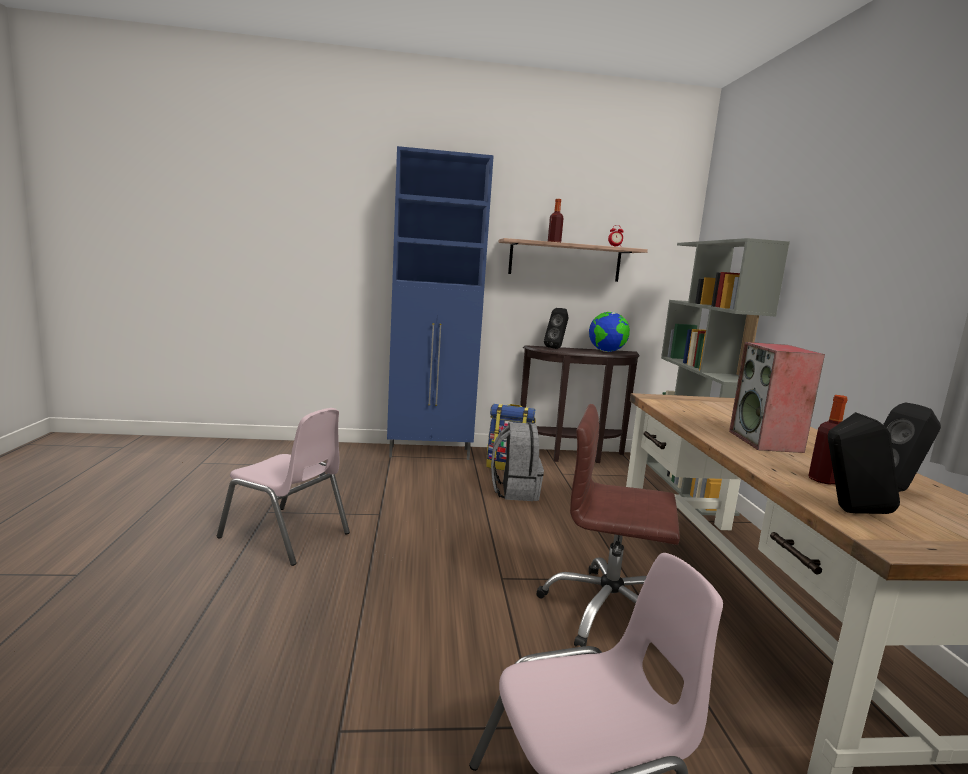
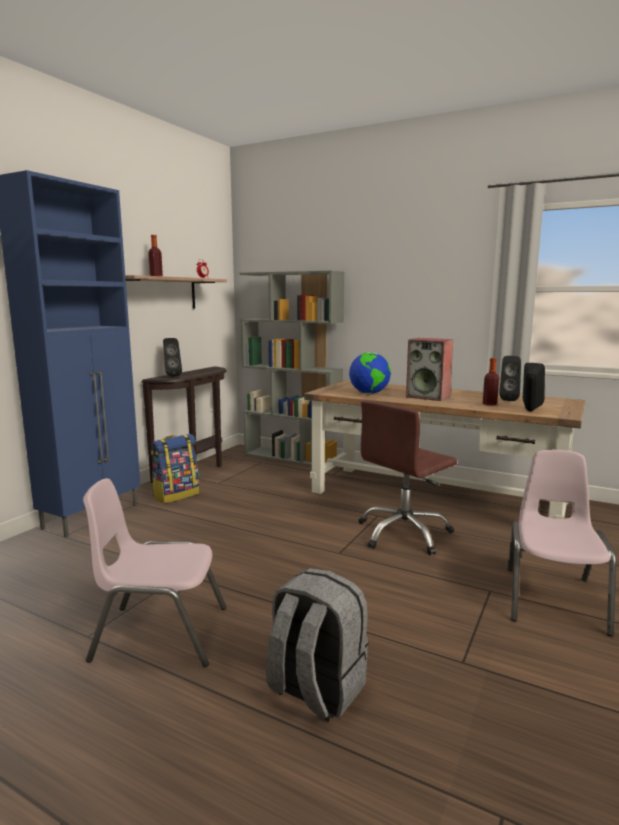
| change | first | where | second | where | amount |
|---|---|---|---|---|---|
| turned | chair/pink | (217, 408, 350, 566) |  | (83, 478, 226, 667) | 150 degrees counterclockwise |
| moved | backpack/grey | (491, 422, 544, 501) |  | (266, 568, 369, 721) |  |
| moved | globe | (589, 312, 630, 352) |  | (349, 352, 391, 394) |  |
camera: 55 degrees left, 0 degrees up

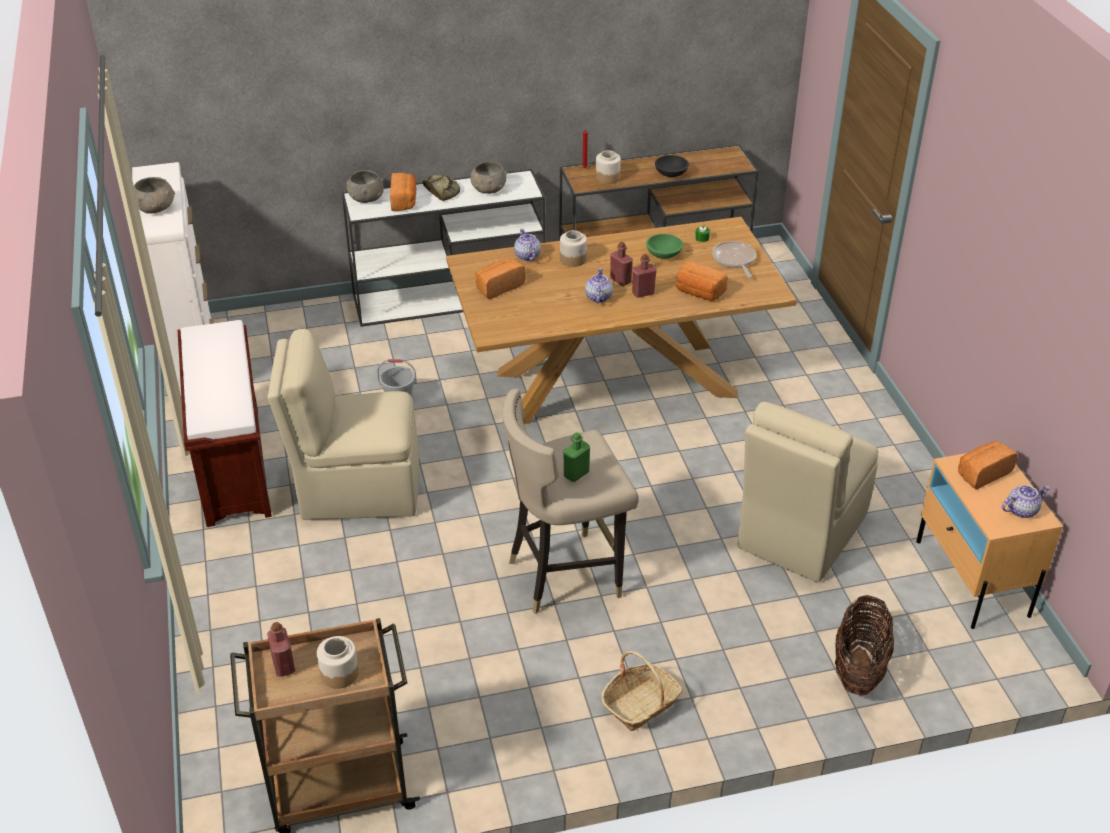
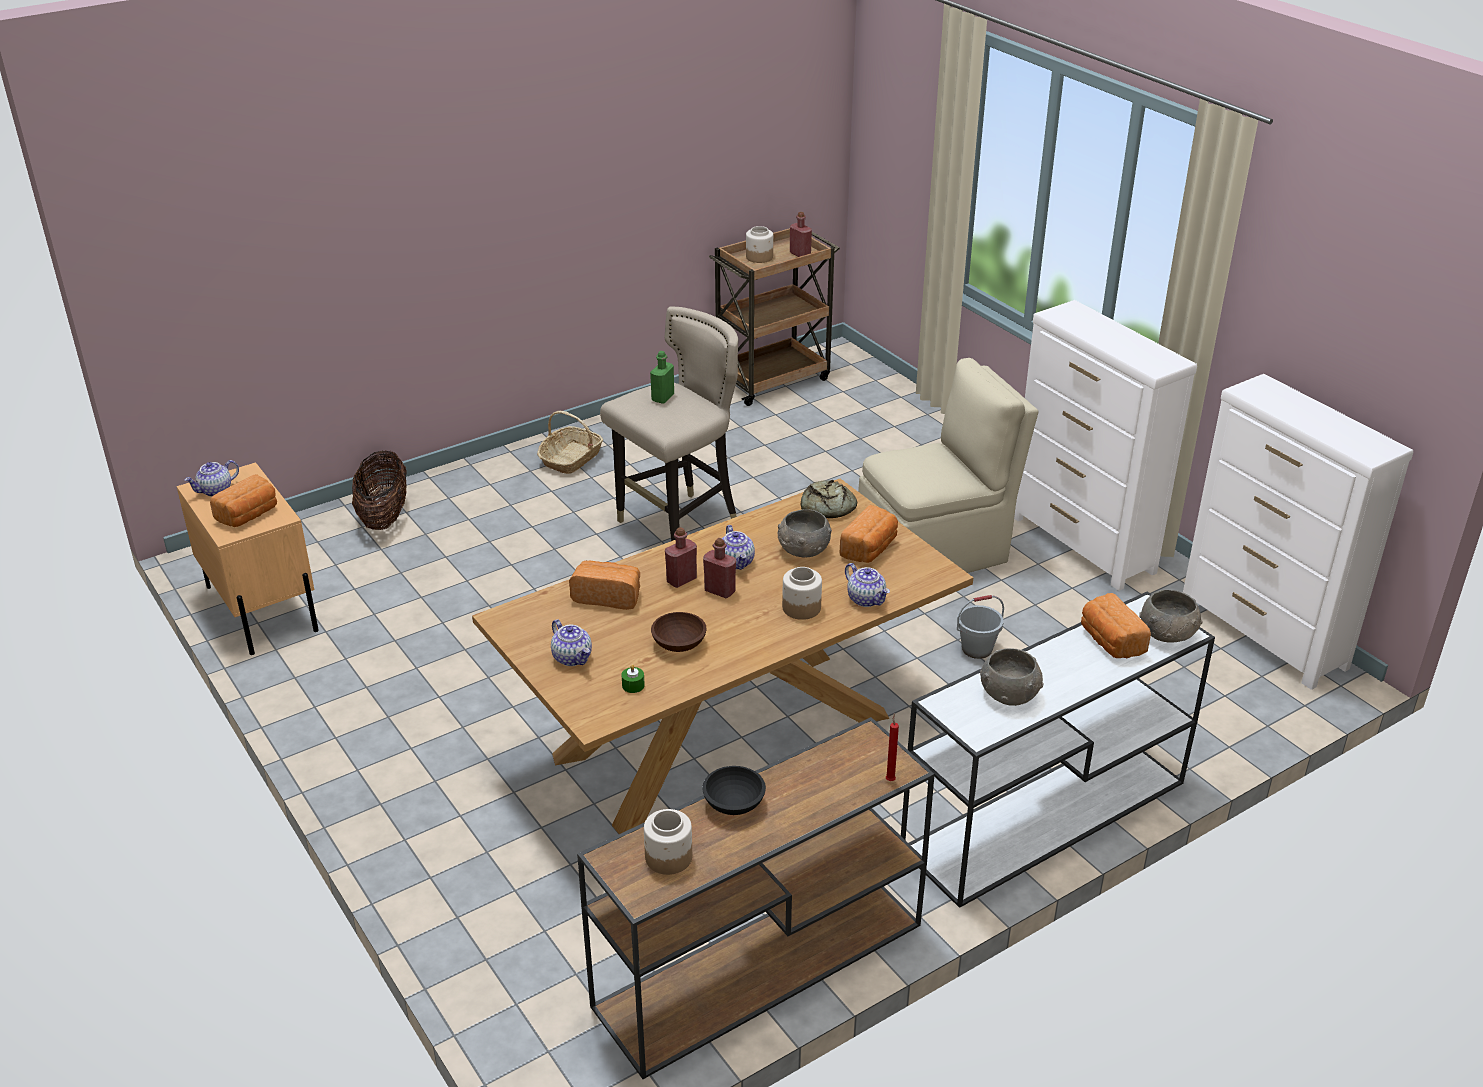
| change | first | where | second | where | amount |
|---|---|---|---|---|---|
| moved | bowl/grey | (134, 177, 175, 213) |  | (778, 510, 832, 557) |  |
| replaced | bench/brown | (178, 320, 272, 527) | dresser/white | (1014, 300, 1197, 591) |  |
| moved | bread | (423, 175, 460, 201) |  | (800, 480, 857, 518) |  |
| moved | jar | (596, 150, 621, 184) |  | (644, 809, 692, 875) |  |
| recoloured | bowl/green | (646, 234, 683, 259) | bowl/brown | (651, 612, 707, 652) |  |
| replaced | frying pan | (712, 241, 756, 278) | teapot | (551, 619, 592, 666) |  |
| removed | chair/beige | (737, 402, 878, 582) |  |  |  |
camera: 160 degrees right, 5 degrees down

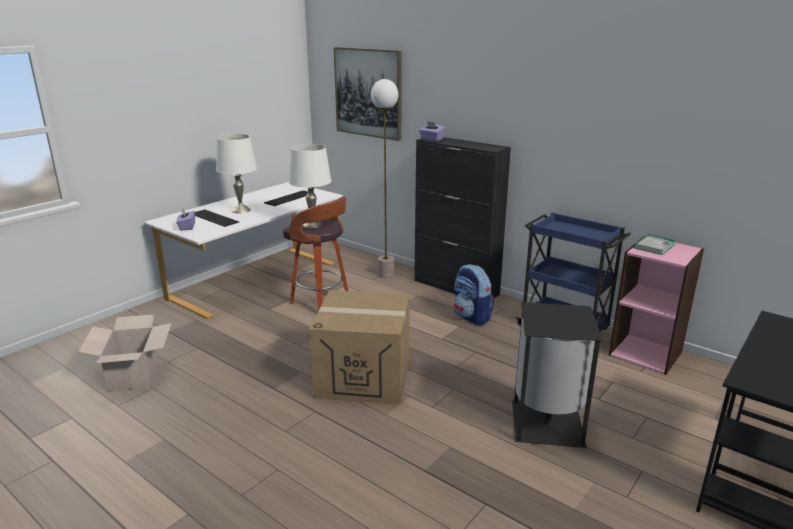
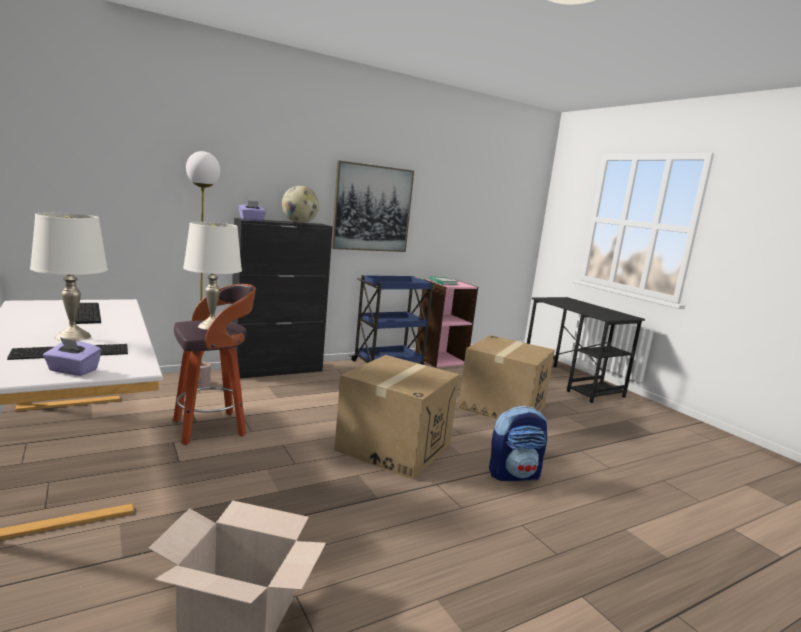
| change | first | where | second | where | amount |
|---|---|---|---|---|---|
| moved | picture | (334, 47, 402, 141) |  | (331, 161, 414, 252) |  |
| moved | backpack | (454, 264, 495, 325) |  | (489, 406, 548, 481) |  |
| replaced | trash can/black | (512, 302, 603, 448) | cardboard box | (458, 335, 555, 420) |  |
| added |  |  | globe | (282, 186, 319, 223) |  |
camera: 70 degrees left, 10 degrees down

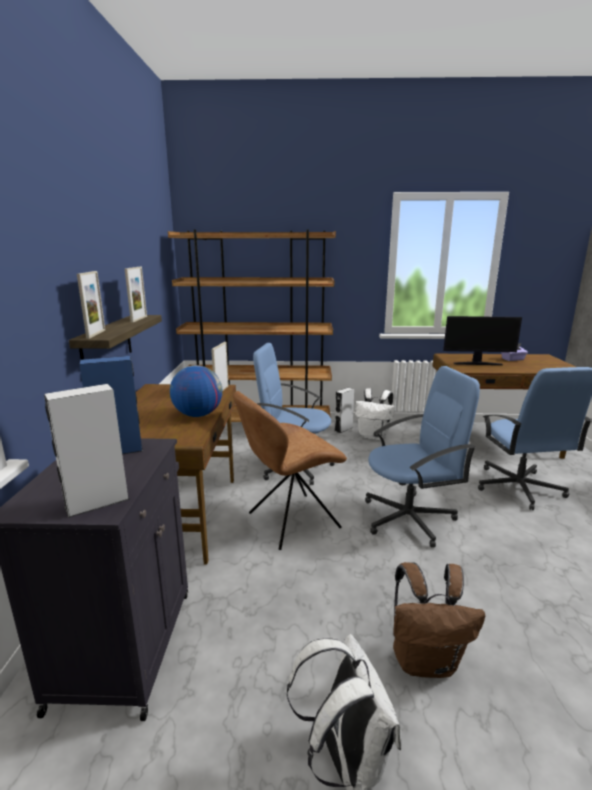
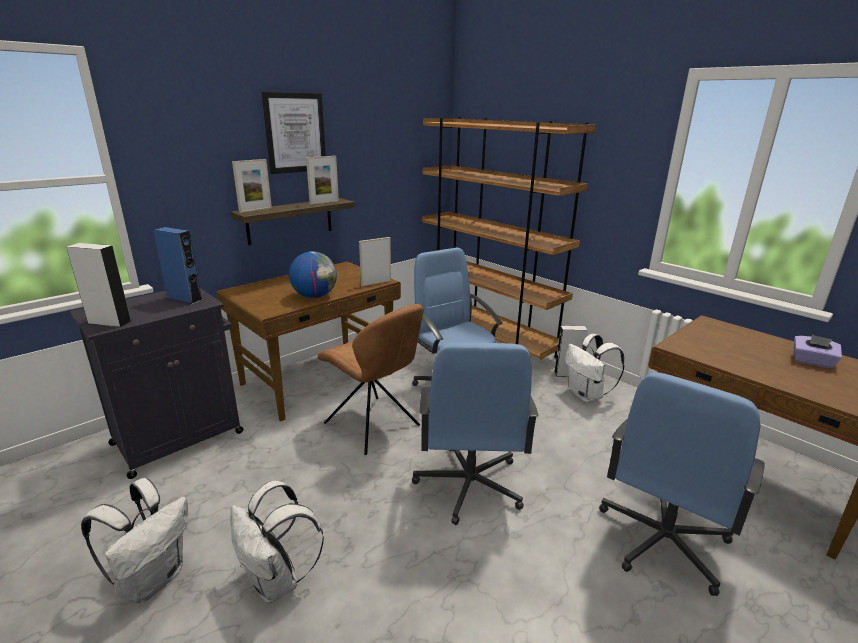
| change | first | where | second | where | amount |
|---|---|---|---|---|---|
| turned | chair/brown | (233, 391, 347, 550) |  | (318, 304, 424, 455) | 150 degrees counterclockwise |
| turned | office chair/blue | (365, 366, 480, 547) |  | (412, 342, 538, 525) | 60 degrees clockwise |
| recoloured | backpack/brown | (393, 562, 485, 678) | backpack/white | (230, 481, 324, 603) |  |
| removed | monitor | (443, 316, 522, 365) |  |  |  |
| added |  |  | picture | (262, 92, 326, 174) |  |
camera: 45 degrees right, 5 degrees up

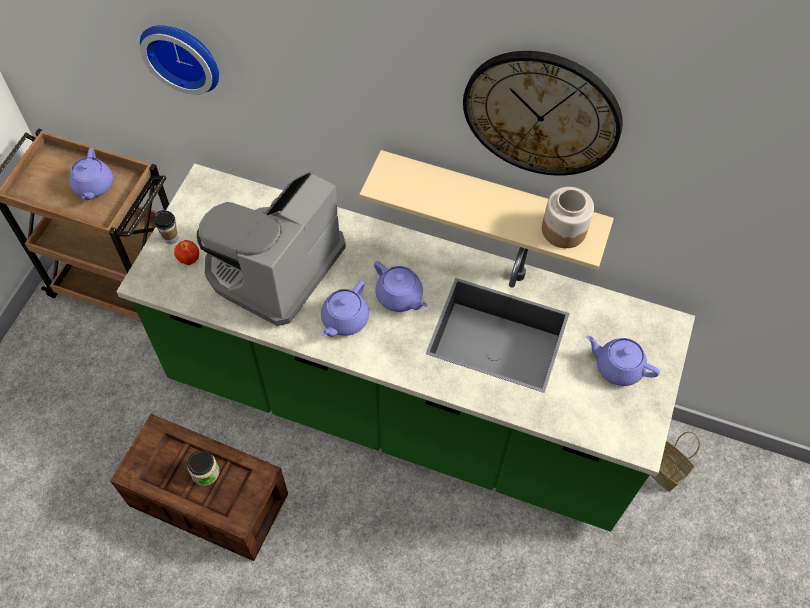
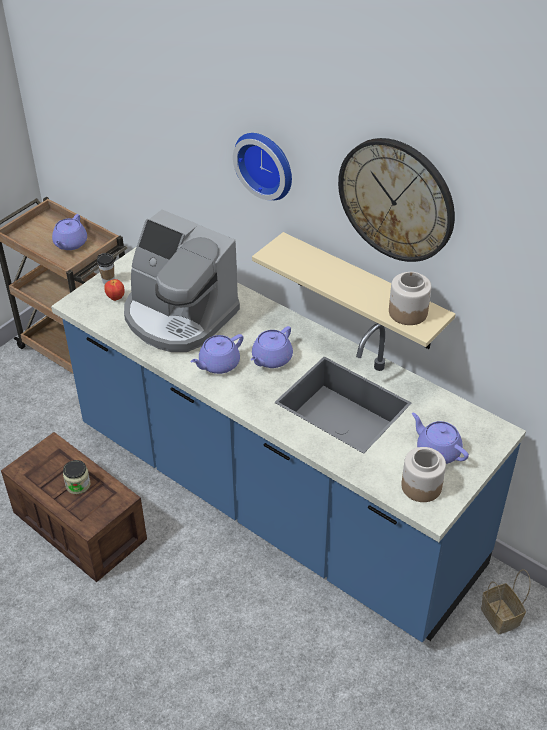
| change | first | where | second | where | amount |
|---|---|---|---|---|---|
| recoloured | counter/green | (116, 163, 695, 532) | counter/blue | (51, 247, 526, 643) |  |
| moved | wall clock | (140, 25, 219, 95) |  | (233, 133, 292, 200) |  |
| turned | coffee machine | (197, 172, 346, 326) |  | (124, 210, 240, 352) | 105 degrees counterclockwise |
| turned | teapot/purple | (374, 261, 428, 312) |  | (251, 326, 293, 368) | 60 degrees clockwise |
| added |  |  | jar | (401, 447, 446, 502) |  |
camera: 20 degrees right, 15 degrees down

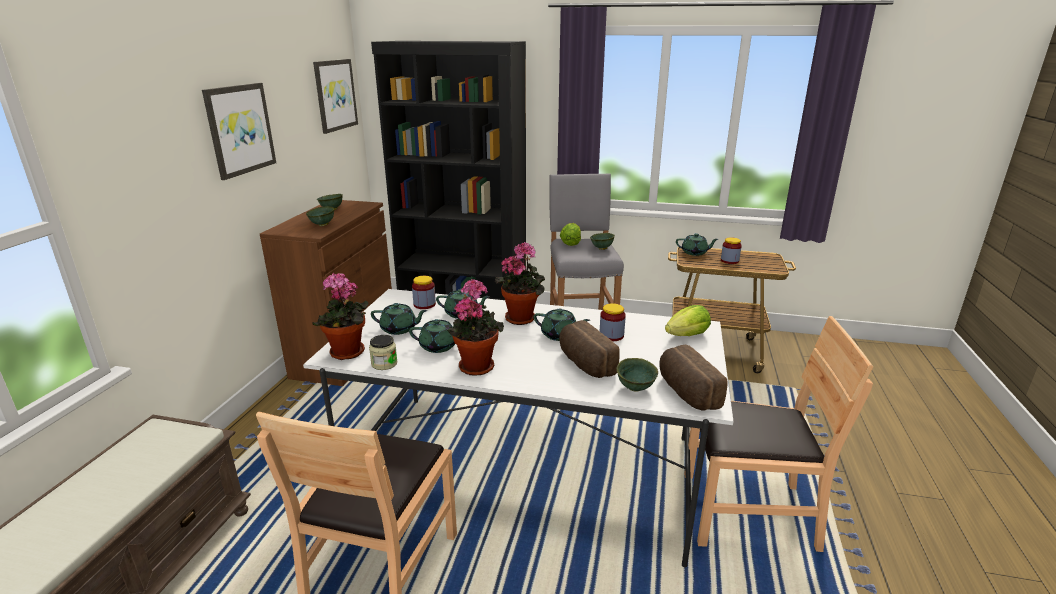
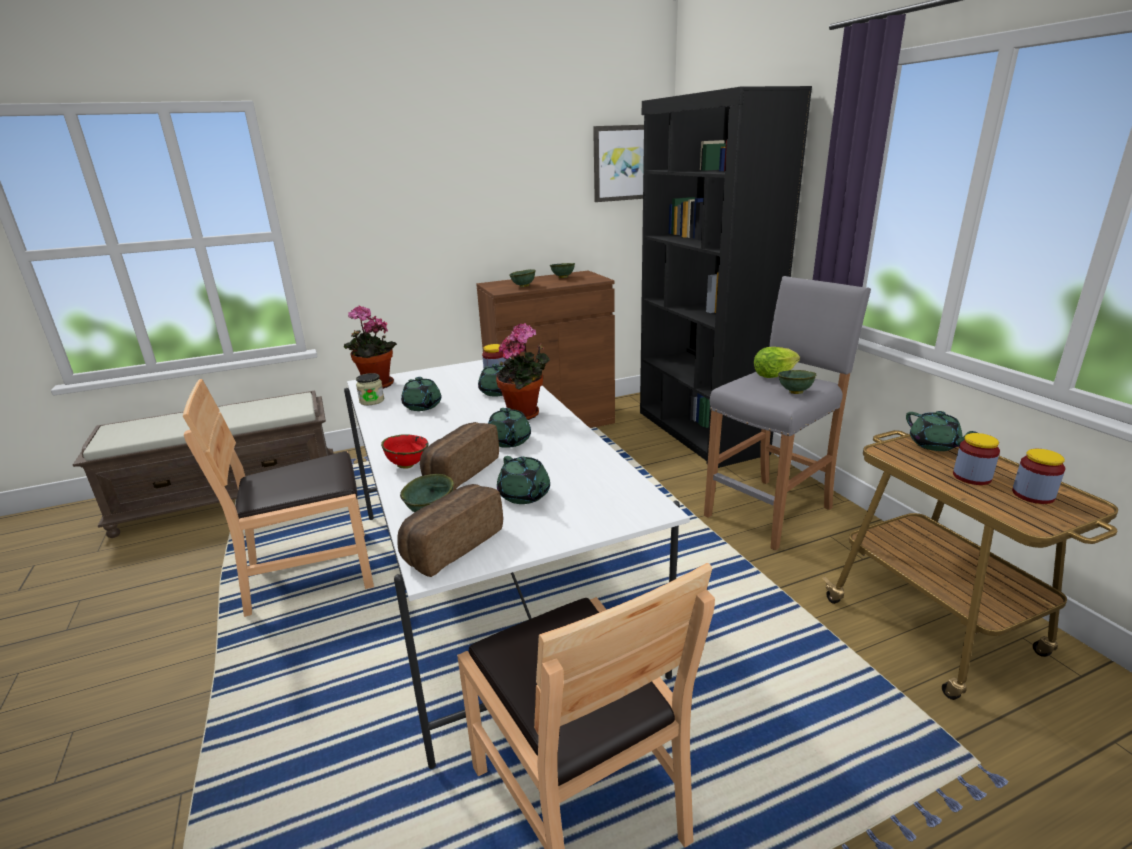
| change | first | where | second | where | amount |
|---|---|---|---|---|---|
| removed | picture | (202, 83, 276, 180) |  |  |  |
| moved | teapot/green | (371, 303, 427, 335) |  | (497, 456, 550, 504) |  |
| removed | potted plant | (447, 279, 504, 376) |  |  |  |
| moved | jar | (600, 303, 626, 341) |  | (1012, 449, 1065, 504) |  |
| removed | lettuce | (665, 305, 711, 336) |  |  |  |
| added |  |  | bowl/red | (381, 434, 429, 469) |  |
camera: 55 degrees right, 0 degrees up

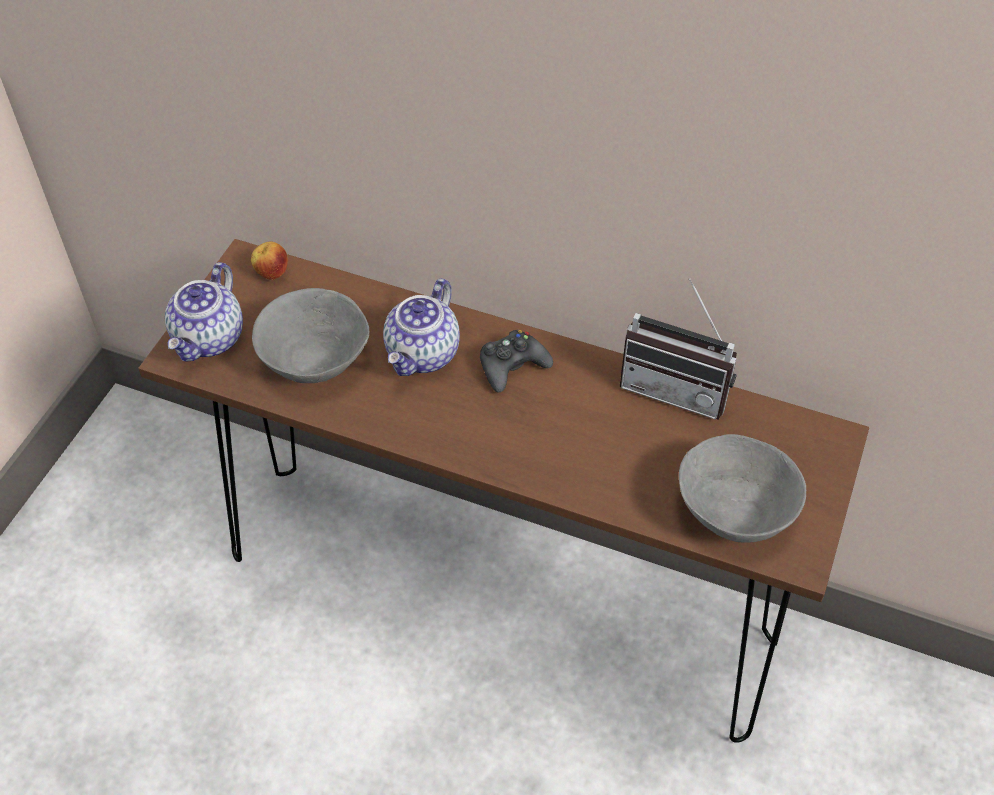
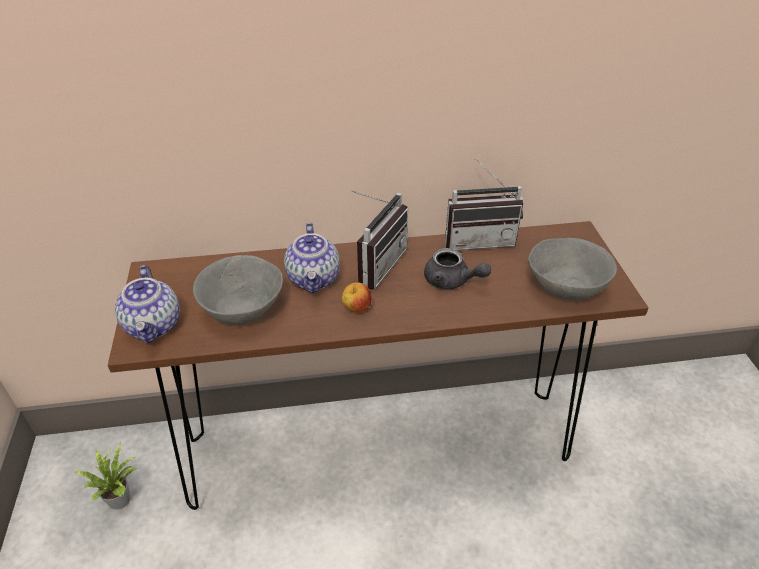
| change | first | where | second | where | amount |
|---|---|---|---|---|---|
| moved | apple | (251, 242, 288, 280) |  | (341, 282, 372, 313) |  |
| replaced | game controller/black | (480, 330, 553, 393) | radio | (351, 190, 408, 290) |  |
| added |  |  | potted plant | (73, 443, 138, 510) |  |
| added |  |  | teapot/grey | (424, 248, 491, 289) |  |
camera: 30 degrees left, 10 degrees down

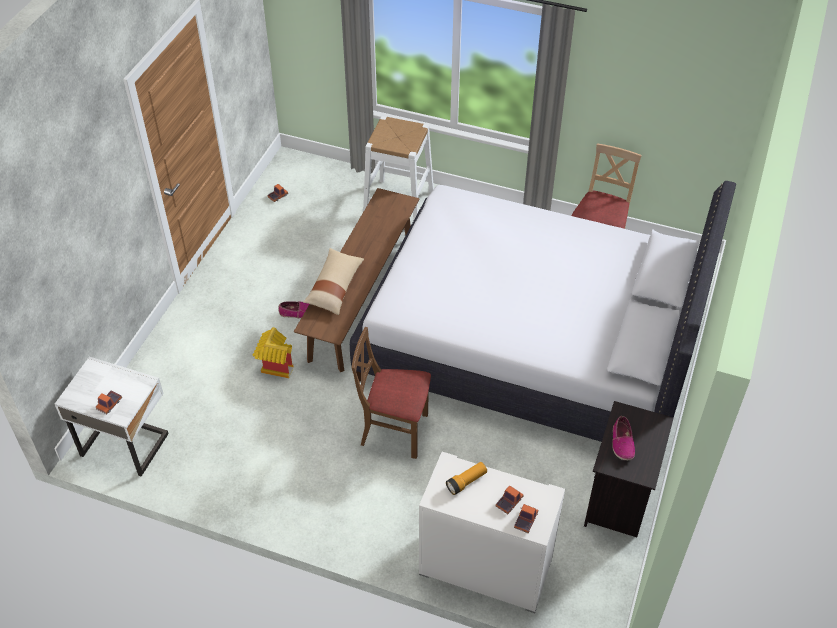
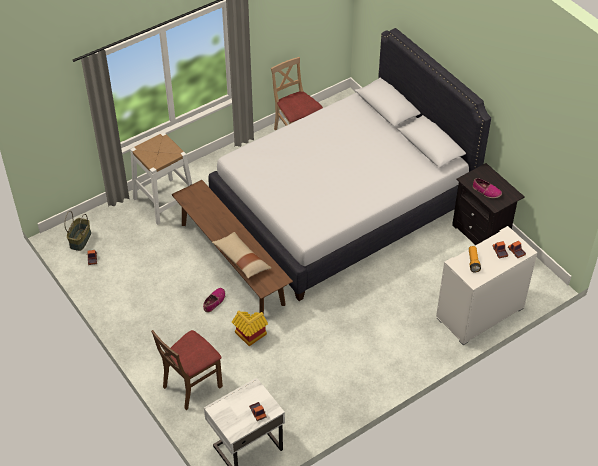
| change | first | where | second | where | amount |
|---|---|---|---|---|---|
| moved | chair/brown | (352, 327, 431, 459) |  | (151, 330, 223, 410) |  |
| added |  |  | basket | (64, 211, 91, 251) |  |
camera: 55 degrees left, 0 degrees up

